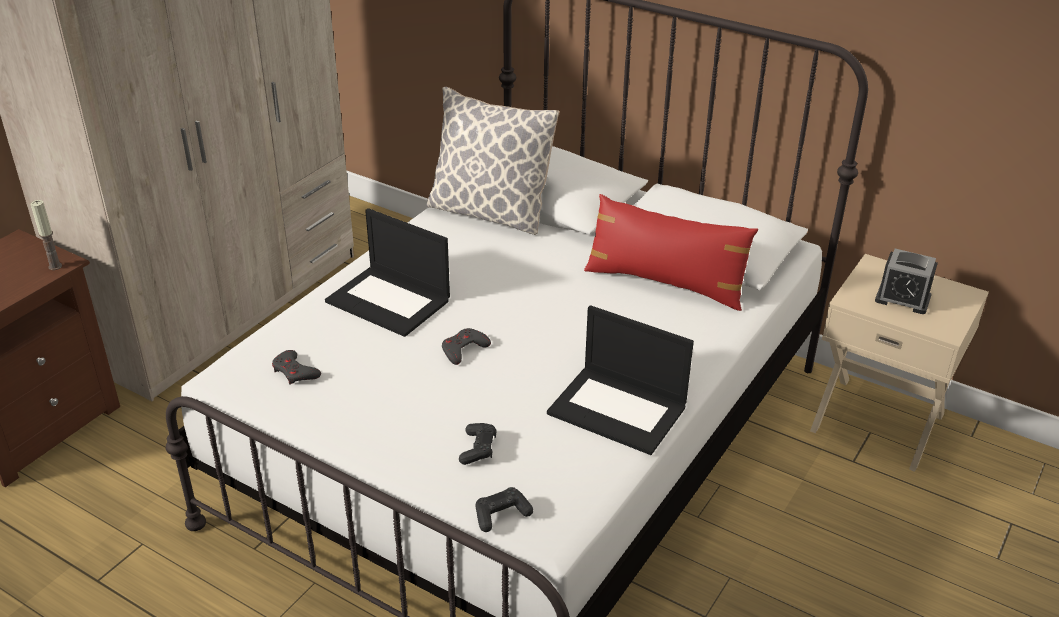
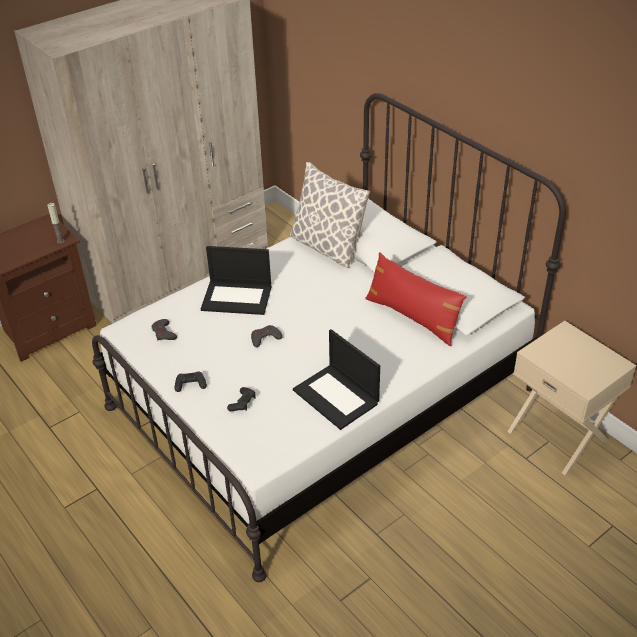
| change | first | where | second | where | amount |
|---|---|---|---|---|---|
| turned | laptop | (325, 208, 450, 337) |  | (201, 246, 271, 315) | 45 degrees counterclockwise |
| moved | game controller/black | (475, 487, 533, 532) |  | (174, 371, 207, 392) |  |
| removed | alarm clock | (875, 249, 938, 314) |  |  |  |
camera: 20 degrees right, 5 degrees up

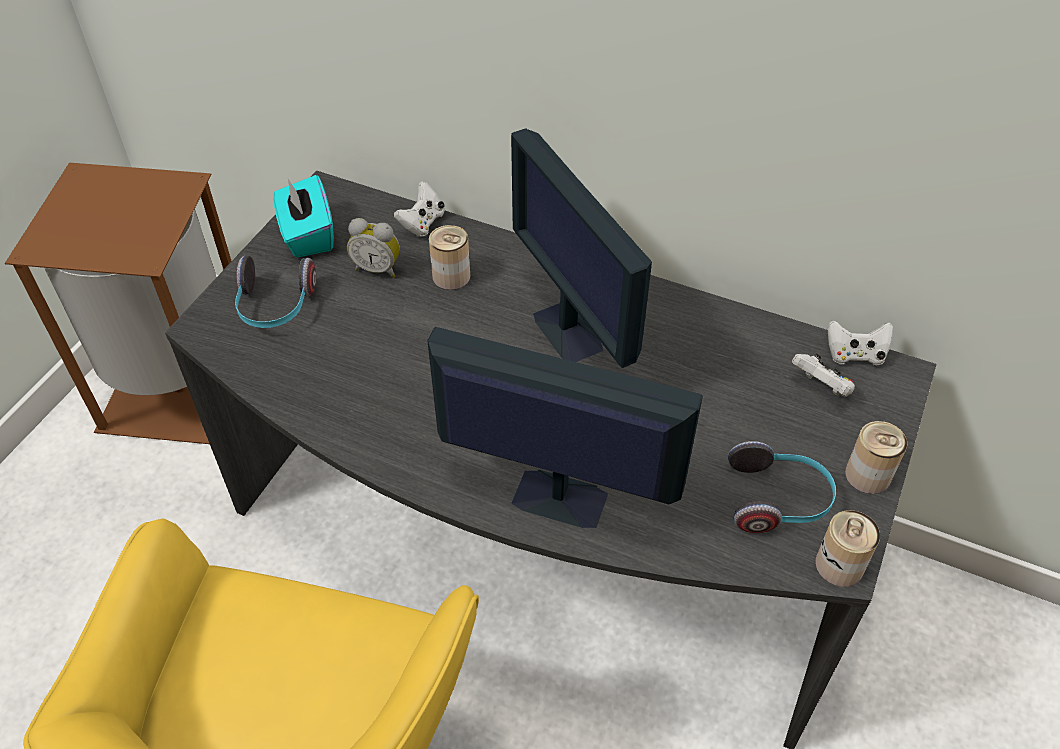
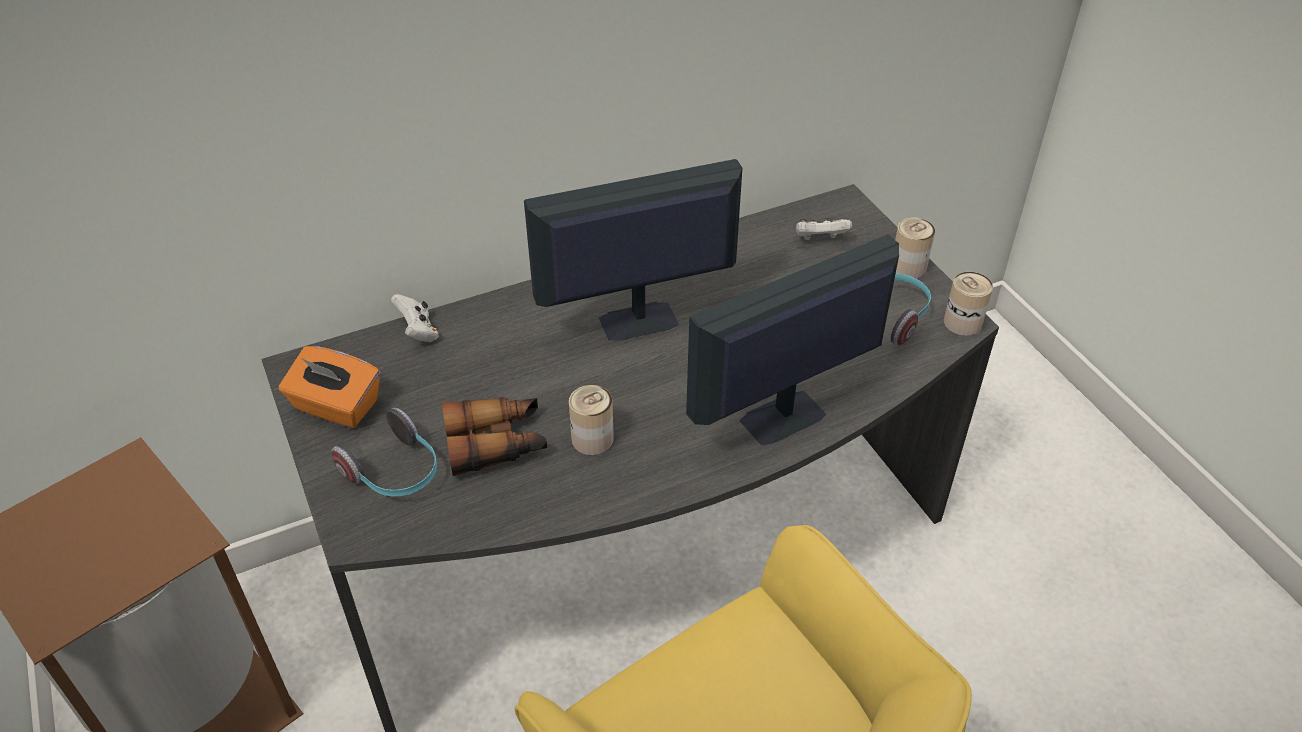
| change | first | where | second | where | amount |
|---|---|---|---|---|---|
| recoloured | tissue box/turquoise | (273, 175, 334, 258) | tissue box/orange | (279, 346, 380, 428) |  |
| removed | alarm clock | (347, 218, 400, 278) |  |  |  |
| moved | can | (429, 225, 470, 290) |  | (569, 385, 614, 455) |  |
| turned | monitor | (511, 128, 652, 368) |  | (524, 159, 742, 341) | 150 degrees clockwise |
| removed | game controller/white | (828, 320, 893, 366) |  |  |  |
| added |  |  | binoculars | (442, 397, 547, 476) |  |
camera: 50 degrees left, 5 degrees down

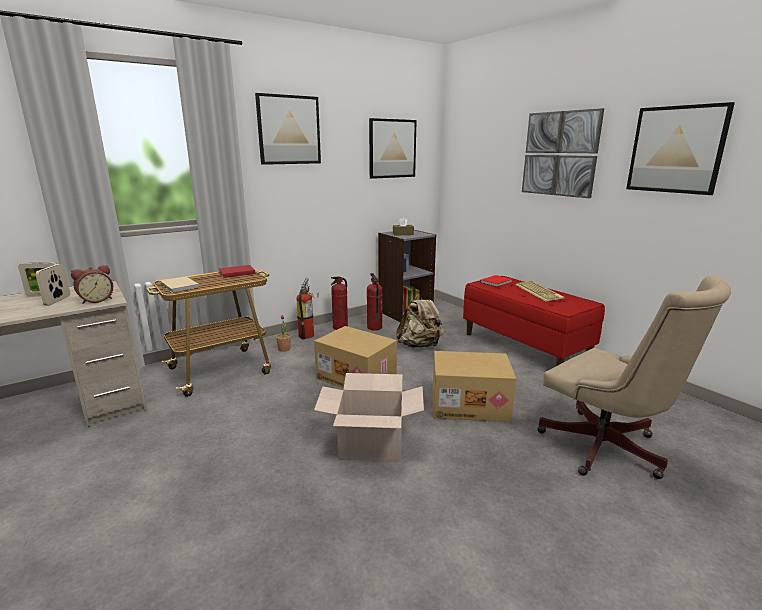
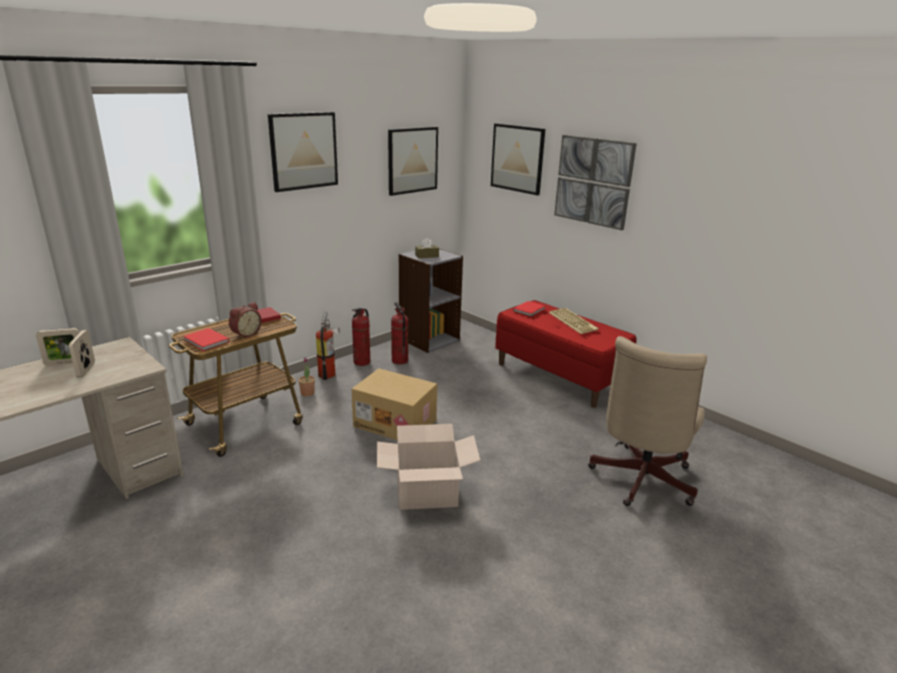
| change | first | where | second | where | amount |
|---|---|---|---|---|---|
| moved | alarm clock | (71, 265, 113, 304) |  | (229, 302, 262, 339) |  |
| recoloured | book/beige | (160, 277, 199, 293) | book/red | (183, 328, 229, 351) |  |
| removed | backpack/beige | (396, 293, 444, 348) |  |  |  |
| removed | cardboard box | (433, 351, 516, 422) |  |  |  |
| turned | office chair/beige | (537, 276, 731, 479) |  | (588, 336, 707, 506) | 75 degrees clockwise |
| moved | picture | (626, 102, 735, 195) |  | (491, 123, 545, 195) |  |
camera: 10 degrees left, 5 degrees up

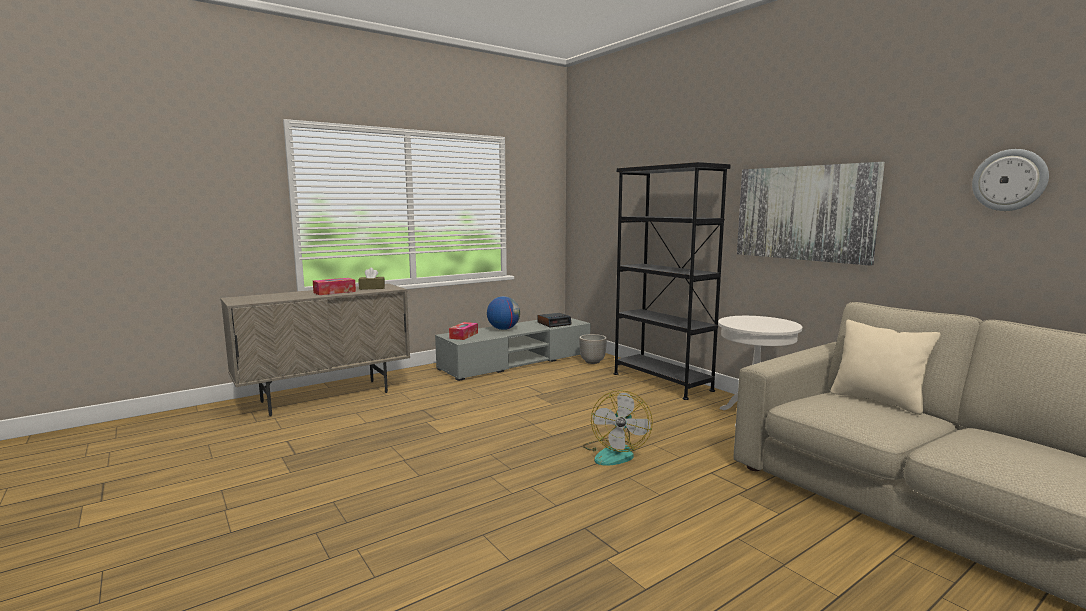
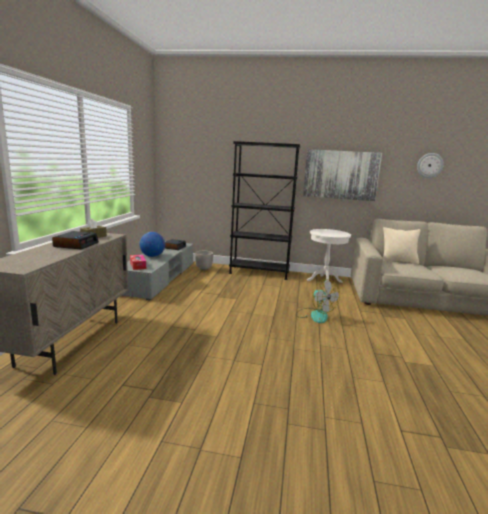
| change | first | where | second | where | amount |
|---|---|---|---|---|---|
| replaced | tissue box | (313, 278, 356, 295) | alarm clock | (52, 231, 99, 250) |  |
camera: 45 degrees left, 5 degrees up

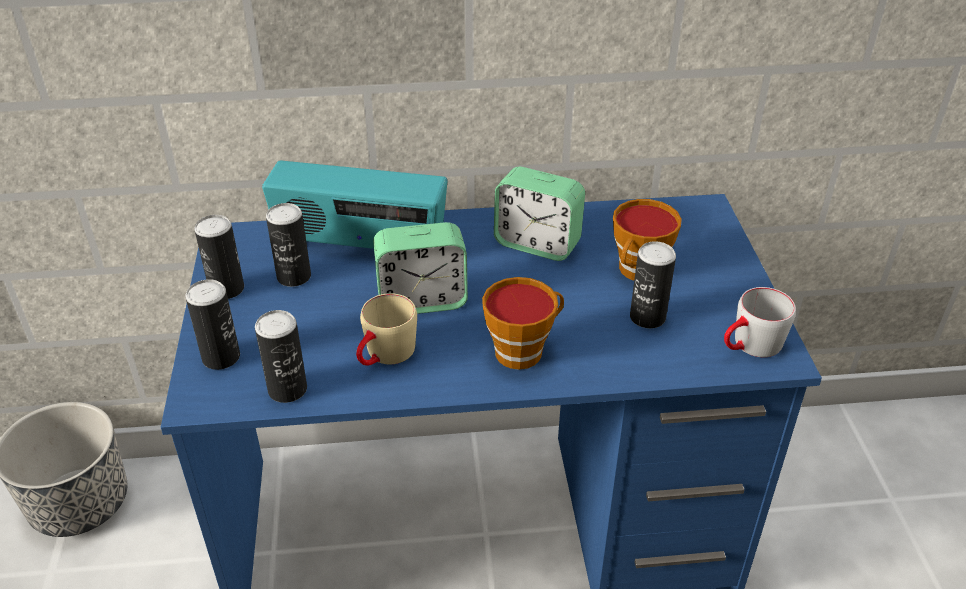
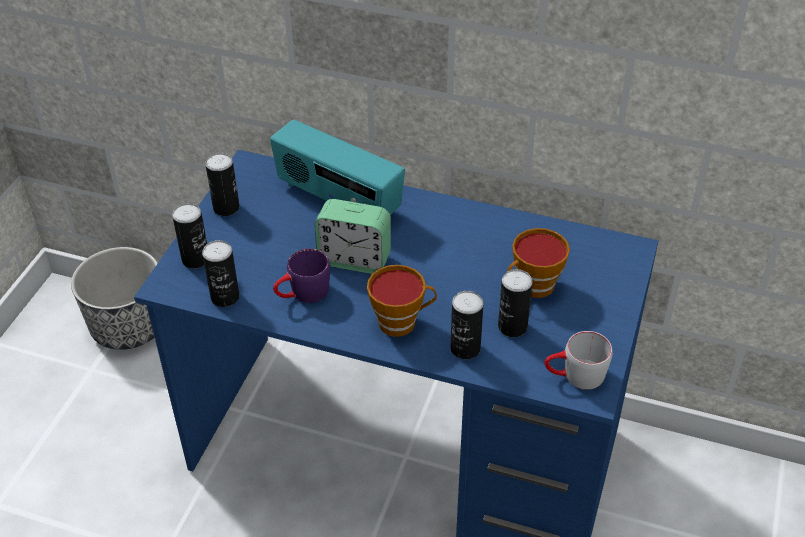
| change | first | where | second | where | amount |
|---|---|---|---|---|---|
| moved | can | (266, 203, 311, 287) |  | (450, 291, 483, 359) |  |
| recoloured | mug/beige | (356, 293, 417, 366) | mug/purple | (273, 248, 330, 303) |  |
| removed | alarm clock | (494, 167, 585, 261) |  |  |  |
camera: 25 degrees right, 5 degrees up

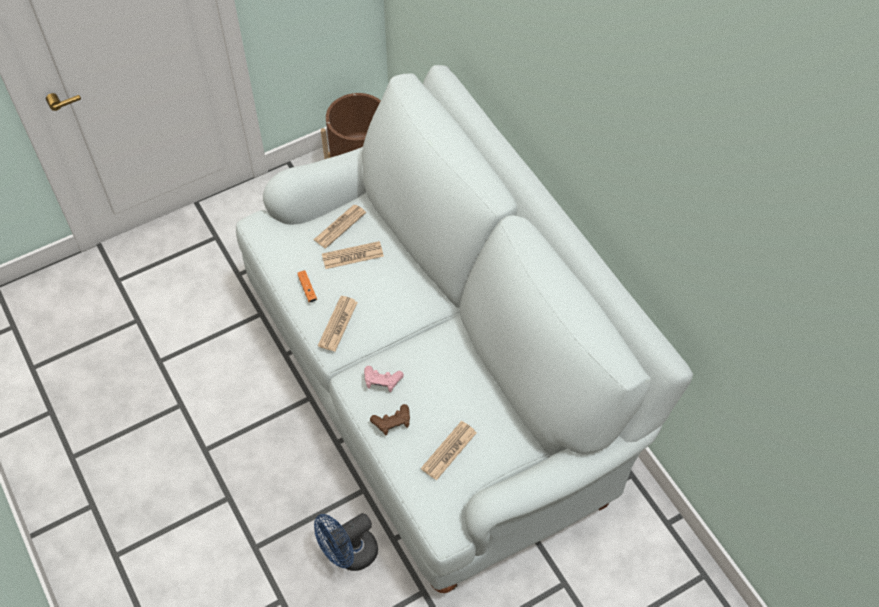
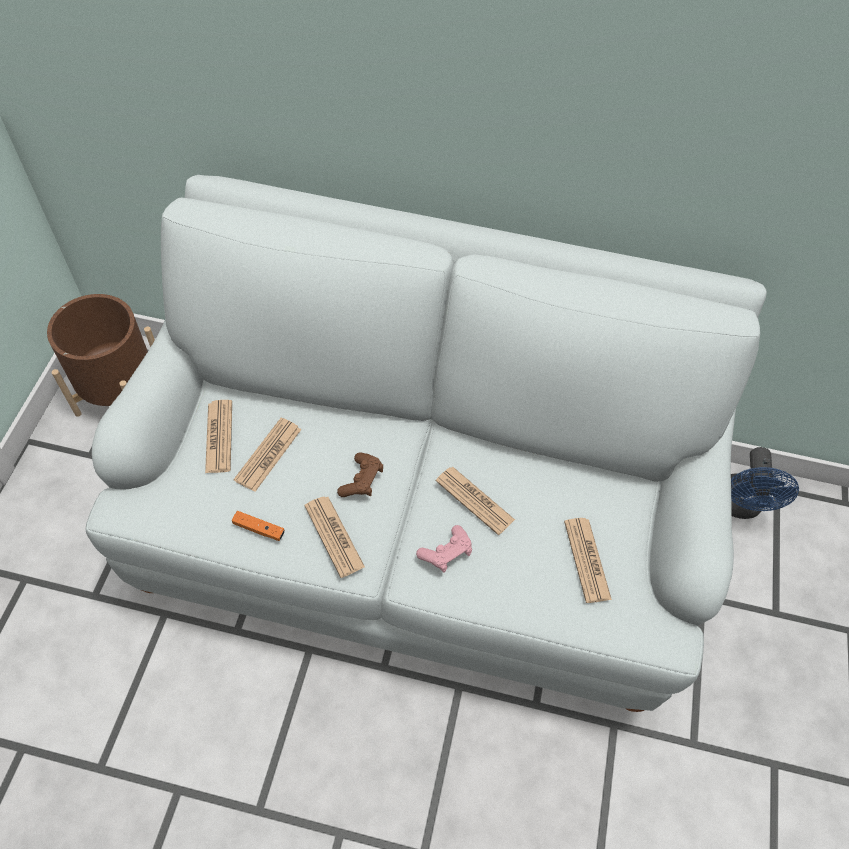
| change | first | where | second | where | amount |
|---|---|---|---|---|---|
| moved | fan/blue | (314, 513, 378, 571) |  | (731, 447, 799, 519) |  |
| moved | game controller/brown | (370, 404, 410, 436) |  | (337, 452, 383, 497) |  |
| added |  |  | newspaper | (436, 467, 515, 535) |  |
camera: 50 degrees left, 0 degrees up

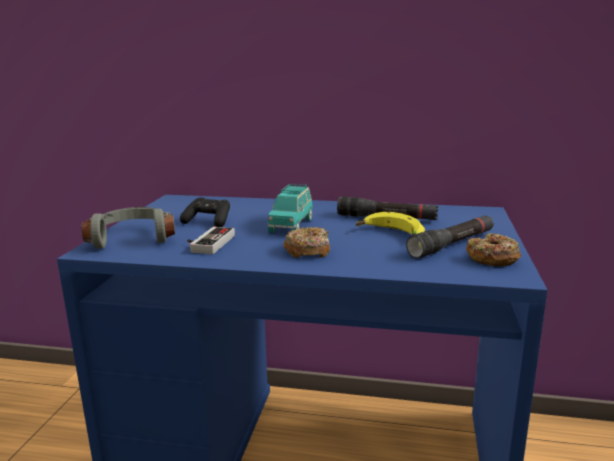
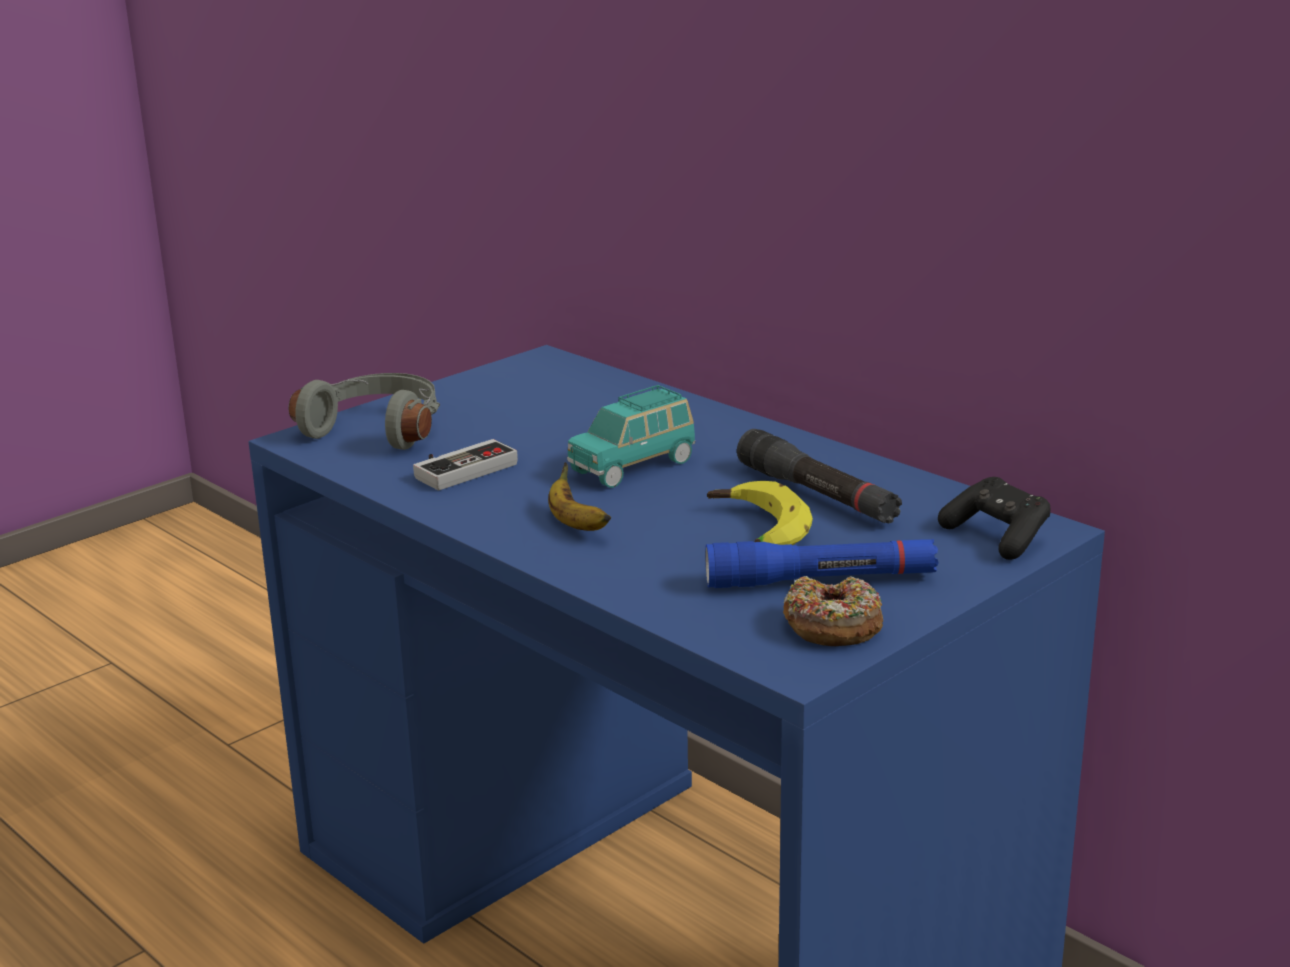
| change | first | where | second | where | amount |
|---|---|---|---|---|---|
| moved | game controller/black | (180, 197, 230, 227) |  | (938, 477, 1051, 560) |  |
| replaced | donut | (283, 227, 330, 258) | banana | (548, 462, 611, 531) |  |
| recoloured | flashlight/black | (406, 215, 494, 258) | flashlight/blue | (705, 539, 939, 588) |  |
camera: 35 degrees right, 5 degrees up

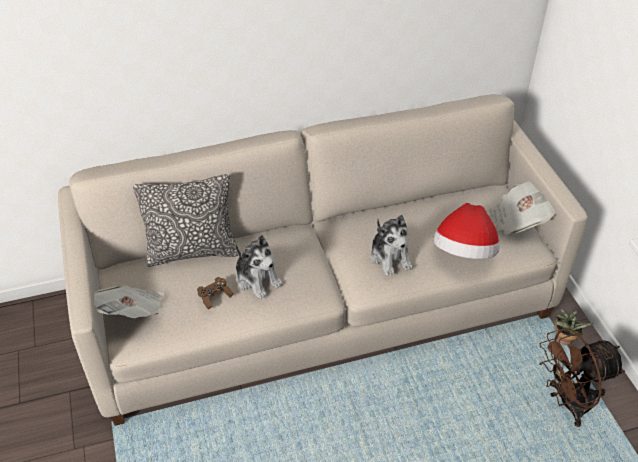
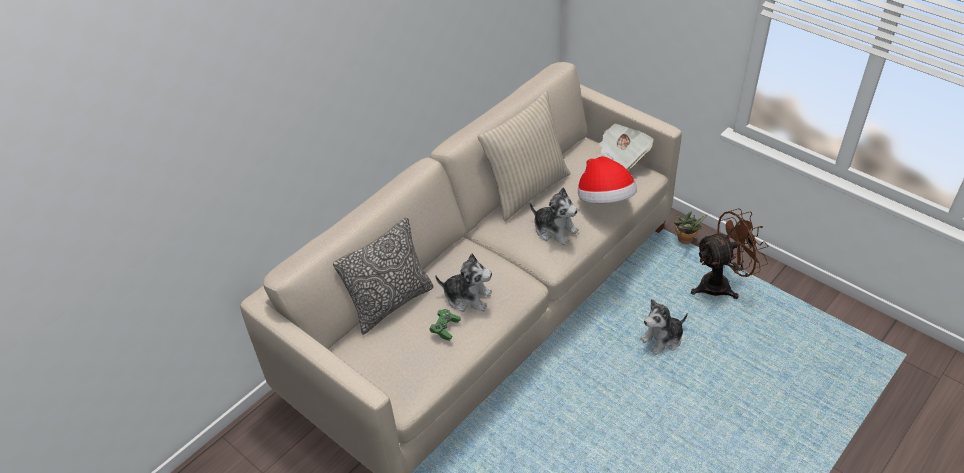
| change | first | where | second | where | amount |
|---|---|---|---|---|---|
| removed | newspaper | (94, 285, 165, 318) |  |  |  |
| recoloured | game controller/brown | (197, 277, 234, 309) | game controller/green | (429, 309, 461, 340) |  |
| turned | fan/brown | (539, 328, 625, 427) |  | (691, 208, 769, 299) | 150 degrees counterclockwise |
| added |  |  | pillow/beige | (478, 90, 570, 221) |  |
| added |  |  | plush toy | (640, 299, 688, 355) |  |
camera: 30 degrees left, 0 degrees up

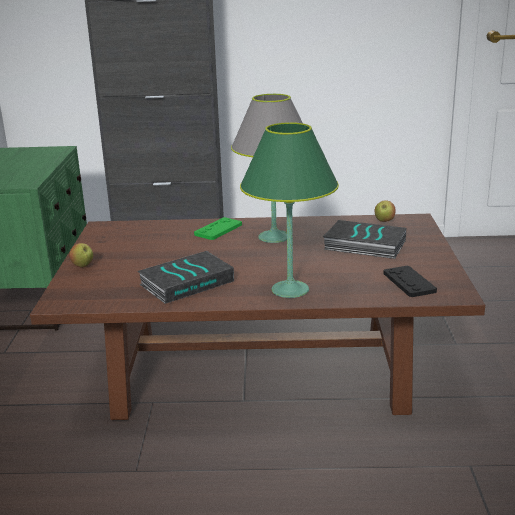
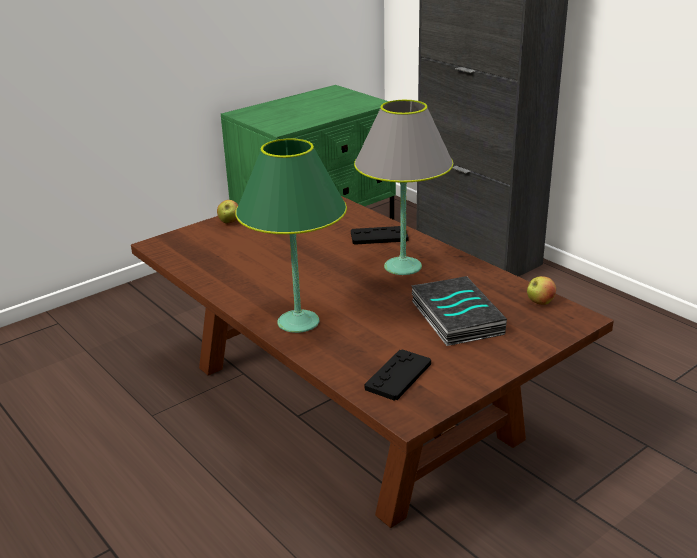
| change | first | where | second | where | amount |
|---|---|---|---|---|---|
| removed | book | (137, 251, 234, 304) |  |  |  |
| recoloured | game controller/green | (194, 217, 242, 240) | game controller/black | (351, 226, 408, 245) |  |
camera: 50 degrees right, 5 degrees up

